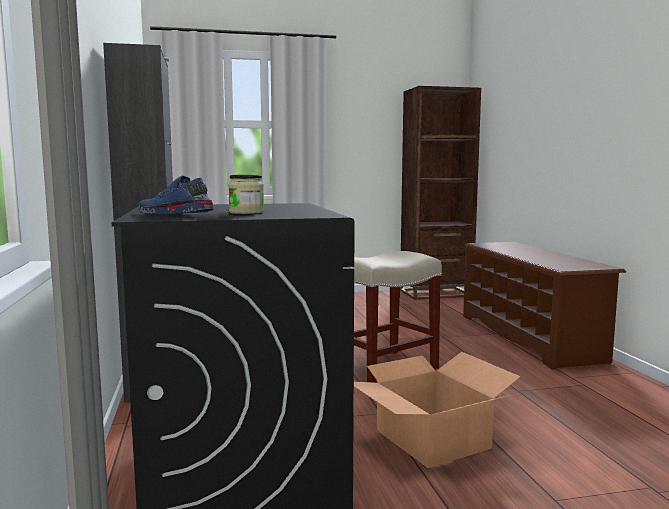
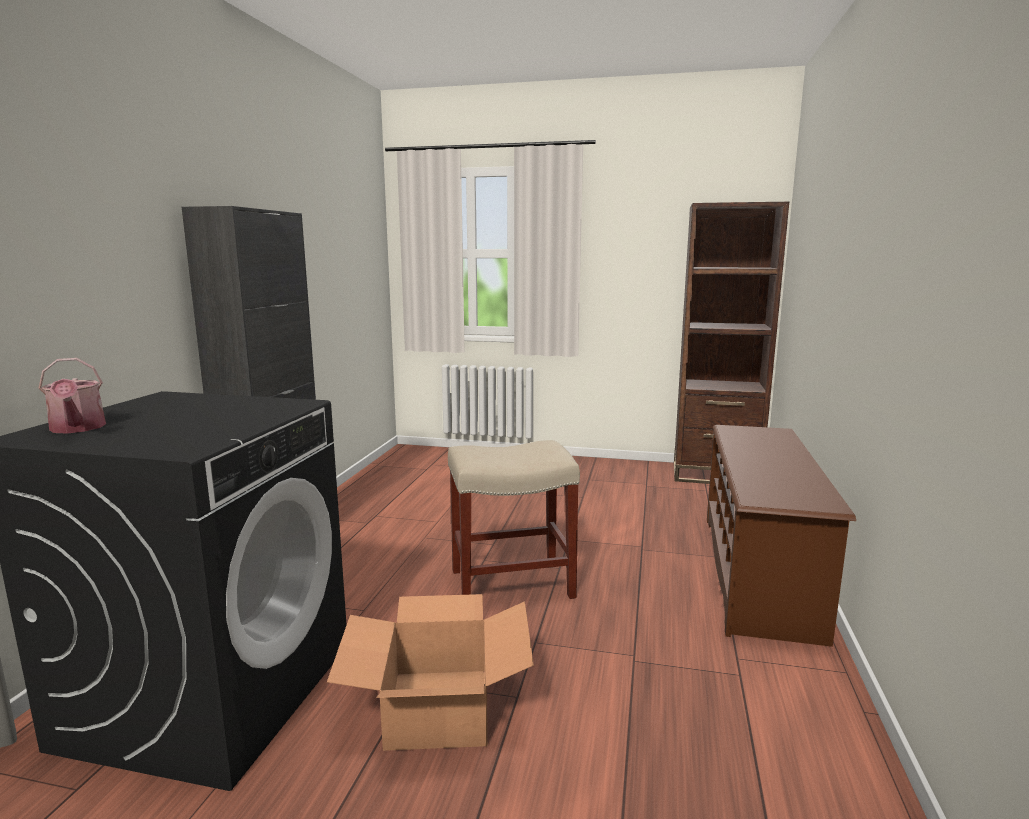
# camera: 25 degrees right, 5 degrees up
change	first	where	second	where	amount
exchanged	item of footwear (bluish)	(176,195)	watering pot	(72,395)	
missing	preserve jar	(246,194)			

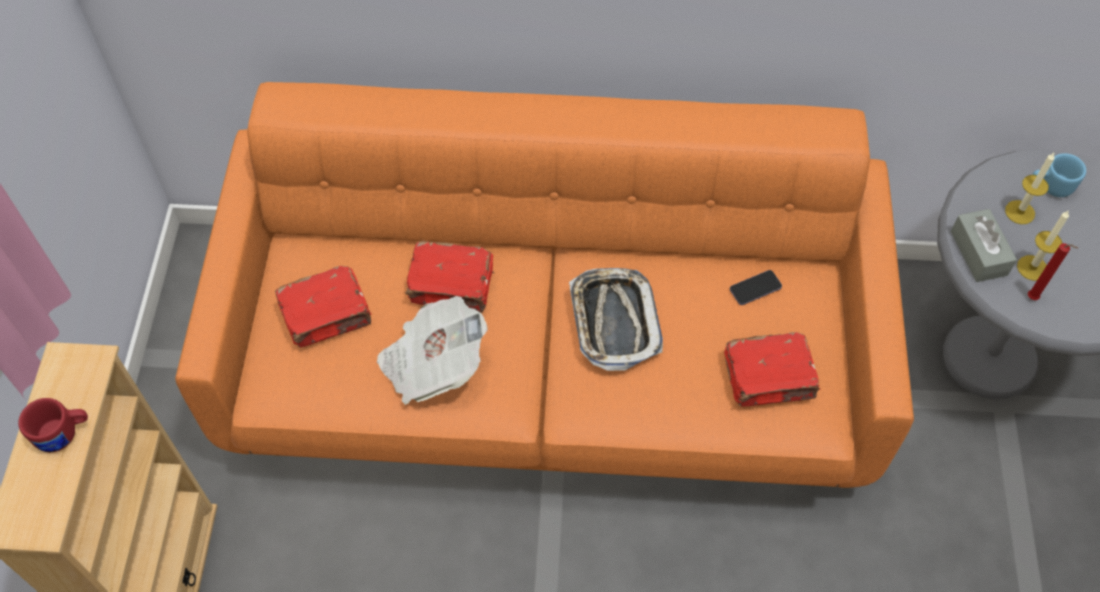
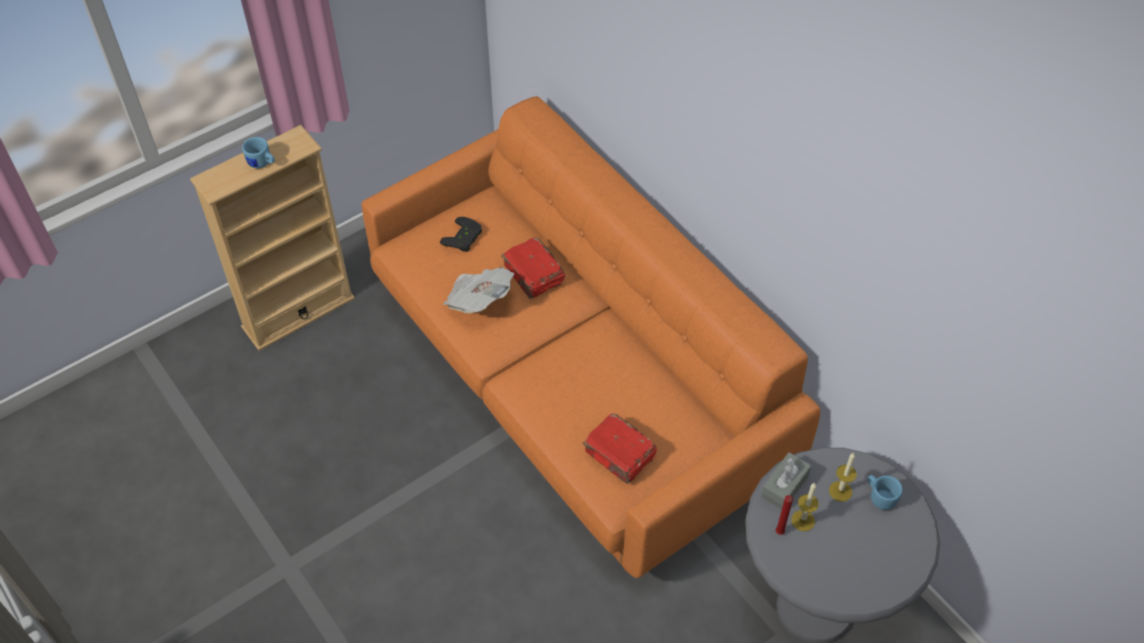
# camera: 50 degrees right, 5 degrees down
change	first	where	second	where	amount
colour	tea mug (reddish)	(53,425)	tea mug (bluish)	(258,152)	
exchanged	bound book (reddish)	(323,306)	joypad (black-coloured)	(461,234)	
missing	carrying tray	(616,319)			
missing	telephone	(756,287)			

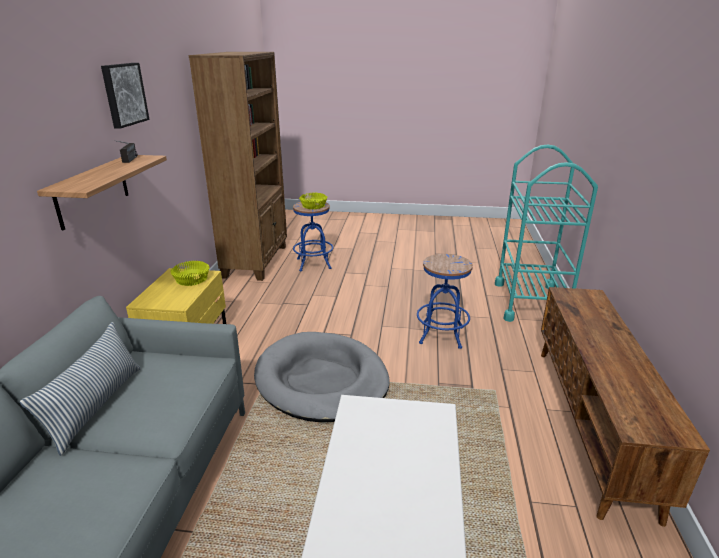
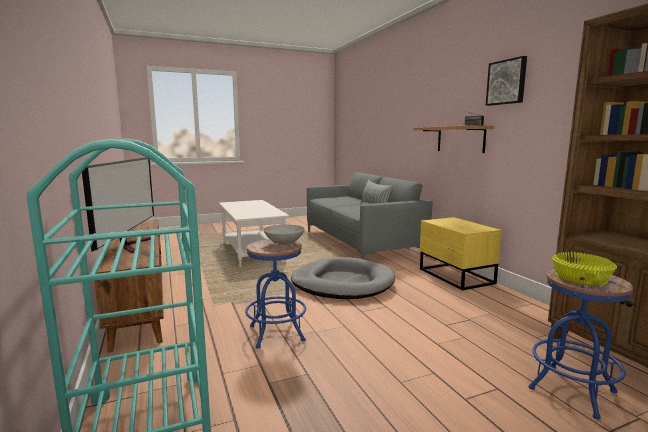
# camera: 150 degrees right, 15 degrees down
change	first	where	second	where	amount
appeared			television	(118,205)	
appeared			deep dish (gray)	(284,235)	
missing	deep dish (yellow-coloured)	(190,273)			

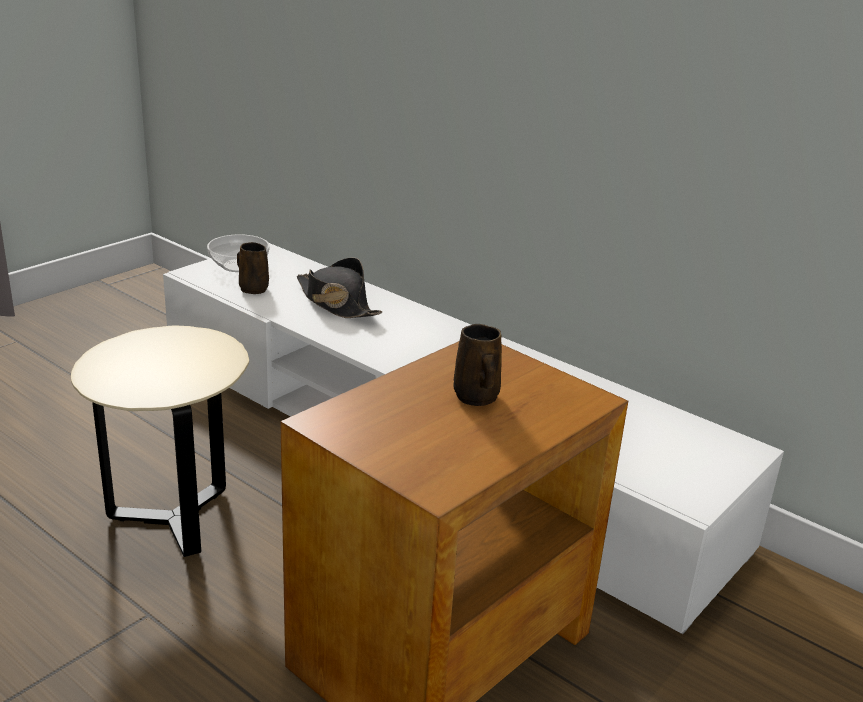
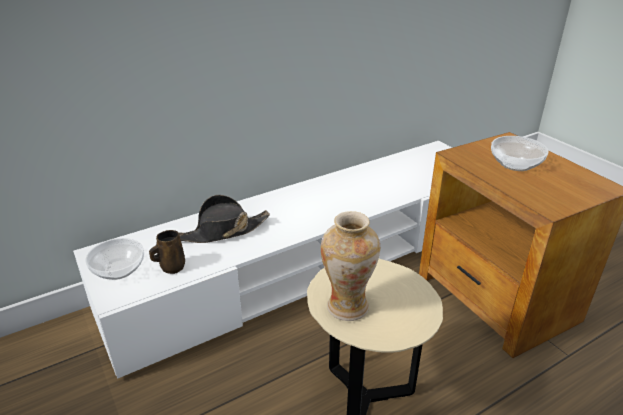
# camera: 70 degrees left, 5 degrees up
change	first	where	second	where	amount
appeared			decorative vase	(350,266)	
exchanged	tea mug (brown-coloured)	(477,365)	deep dish	(520,153)	

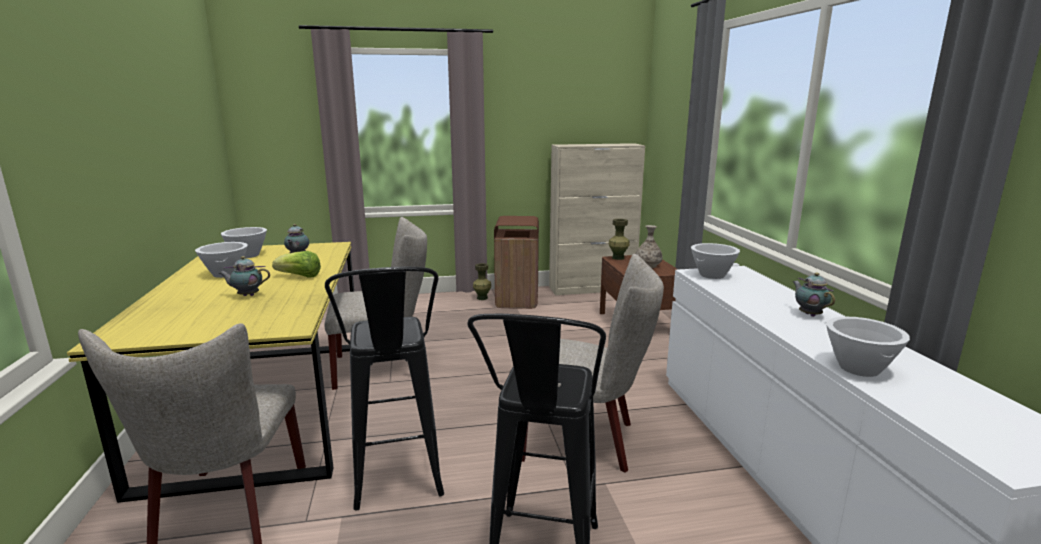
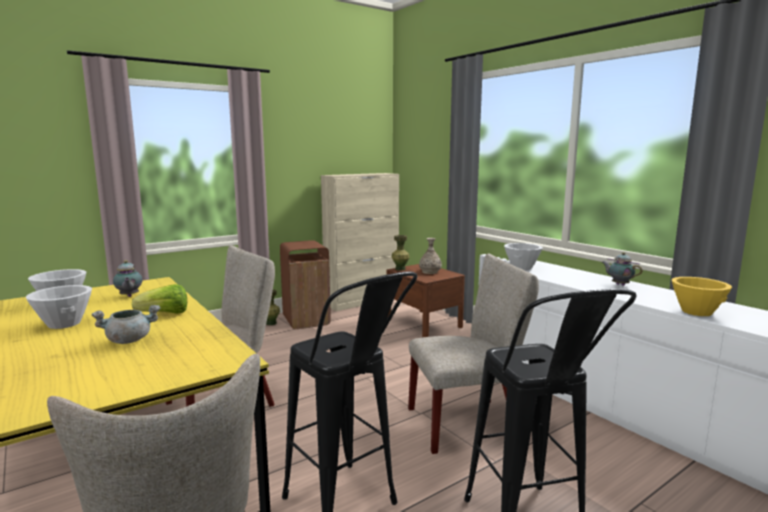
# camera: 25 degrees left, 5 degrees down
change	first	where	second	where	amount
exchanged	tea pot	(244,276)	stockpot (gray)	(126,324)	
colour	deep dish (white-coloured)	(868,347)	deep dish (yellow-coloured)	(702,296)	

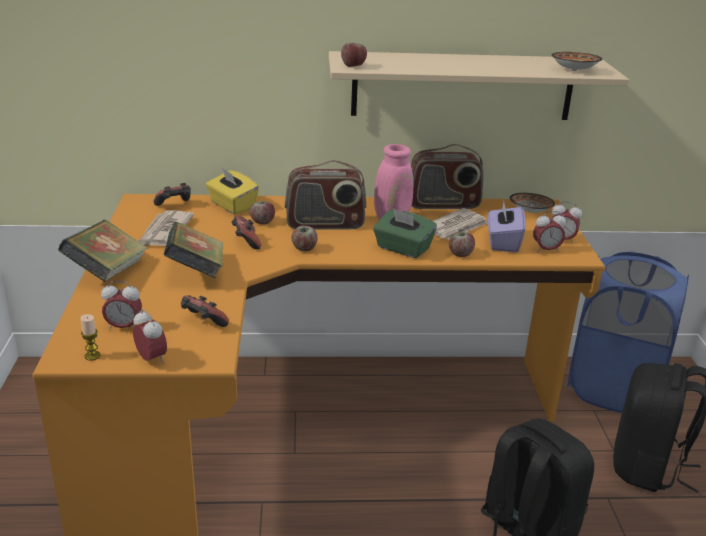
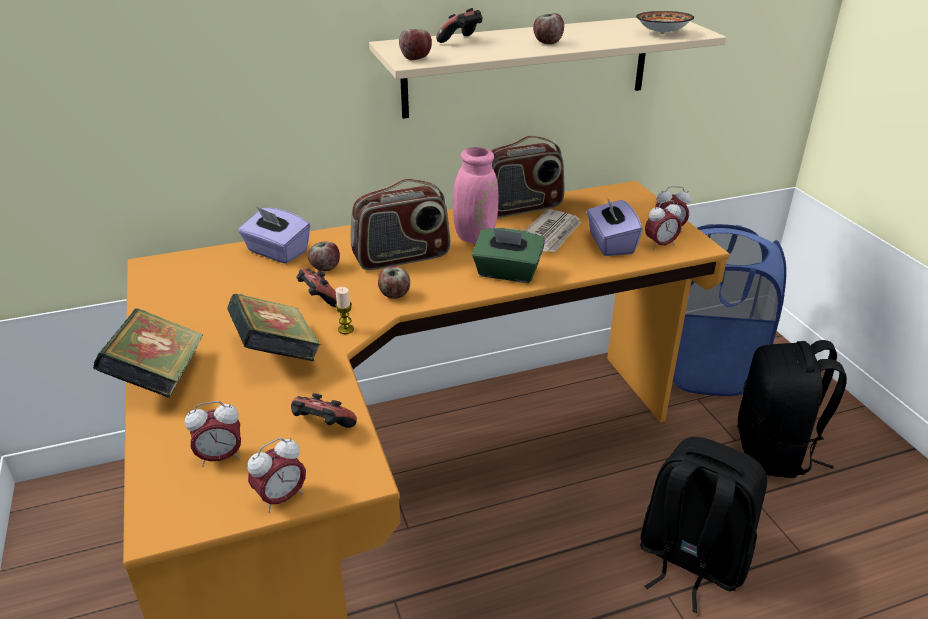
# camera: 15 degrees left, 5 degrees up
change	first	where	second	where	amount
colour	tissue holder (yellow-coloured)	(232,191)	tissue holder (purplish)	(274,235)	
spun	table clock	(150,336)		(277,475)	105 degrees clockwise
relocated	wax light	(90,337)		(344,310)	
relocated	joypad	(172,194)		(459,25)	
relocated	apple	(462,244)		(548,28)	
missing	daily paper	(166,228)			
missing	deep dish	(532,203)			

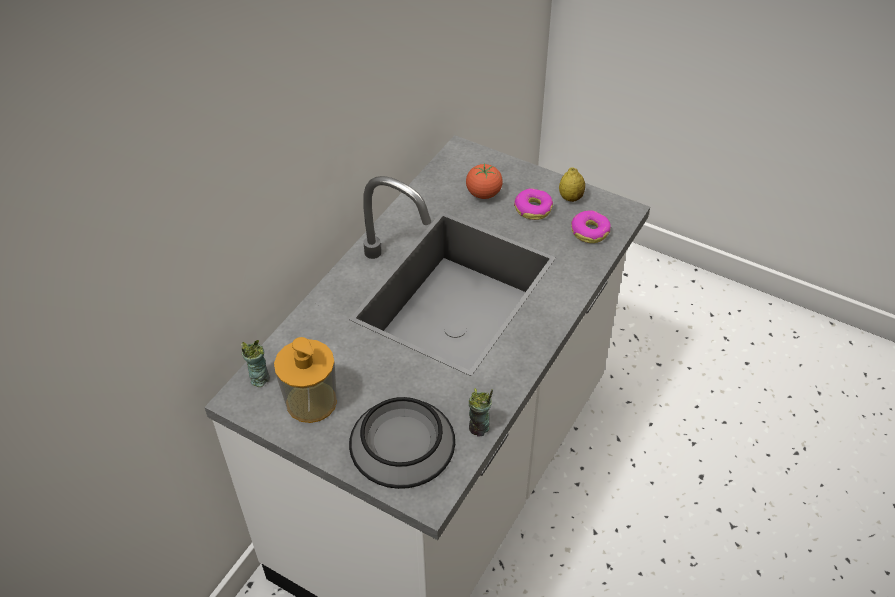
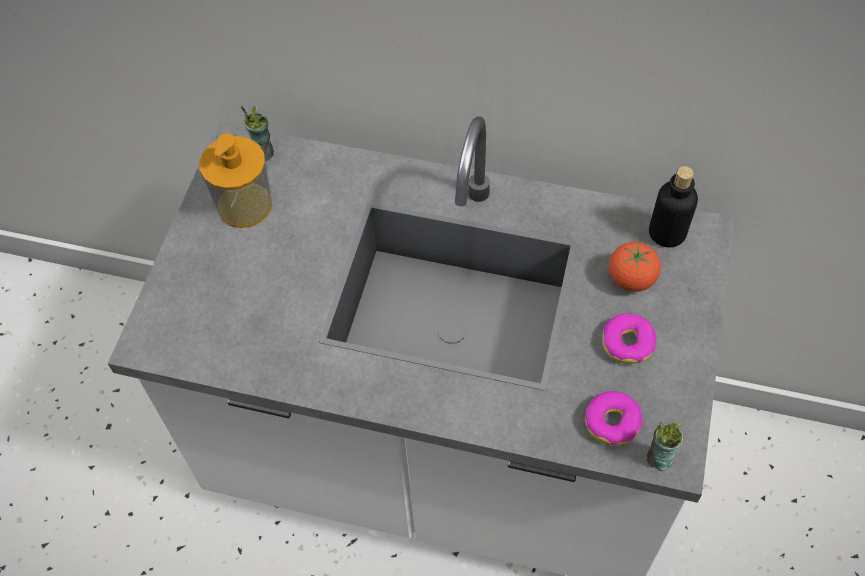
# camera: 75 degrees right, 10 degrees up
change	first	where	second	where	amount
relocated	cup	(481,412)		(665,446)	
appeared			bottle	(673,206)	
missing	deep dish	(402,443)			
missing	whole lemon	(572,184)			

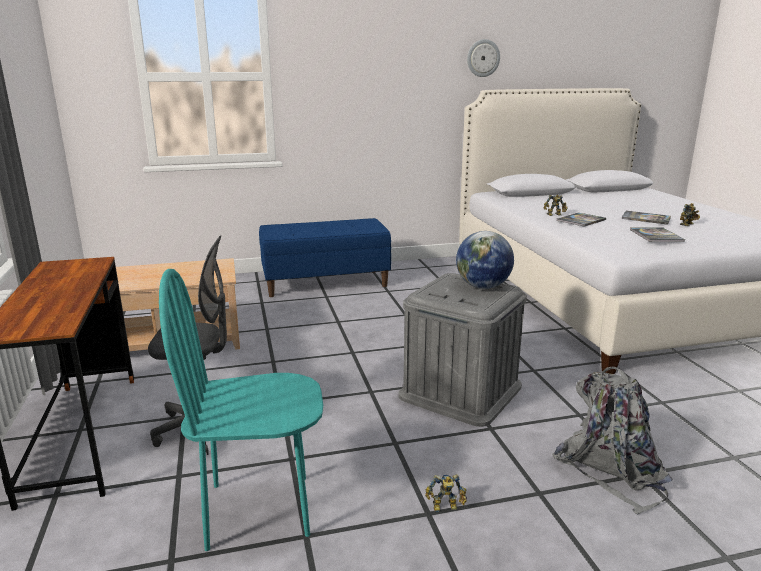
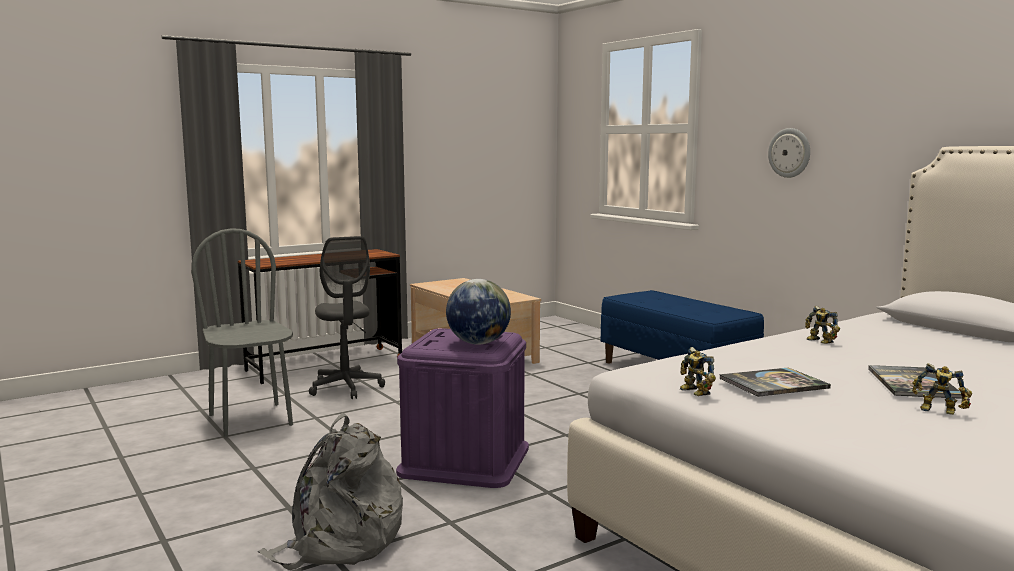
# camera: 70 degrees right, 10 degrees down
change	first	where	second	where	amount
colour	chair (blue-green)	(241,410)	chair (gray)	(242,332)	
colour	storage container (gray)	(462,350)	storage container (purplish)	(462,408)	
relocated	robot figure	(446,493)		(698,371)	
relocated	wall clock	(483,58)		(789,153)	
missing	bound book	(581,220)			

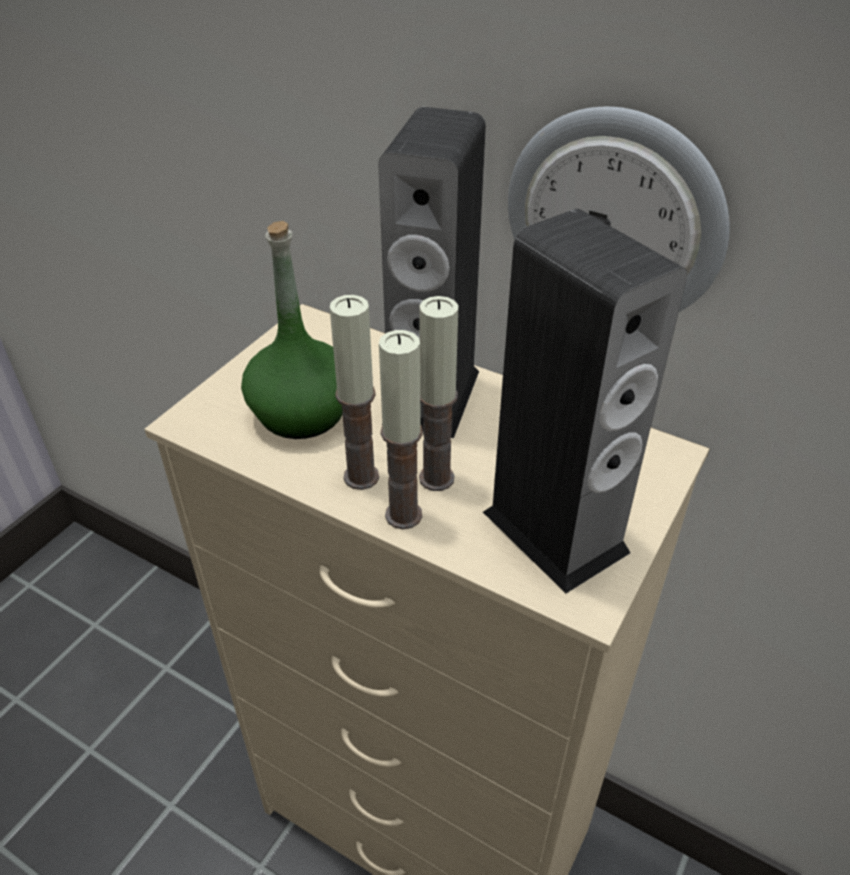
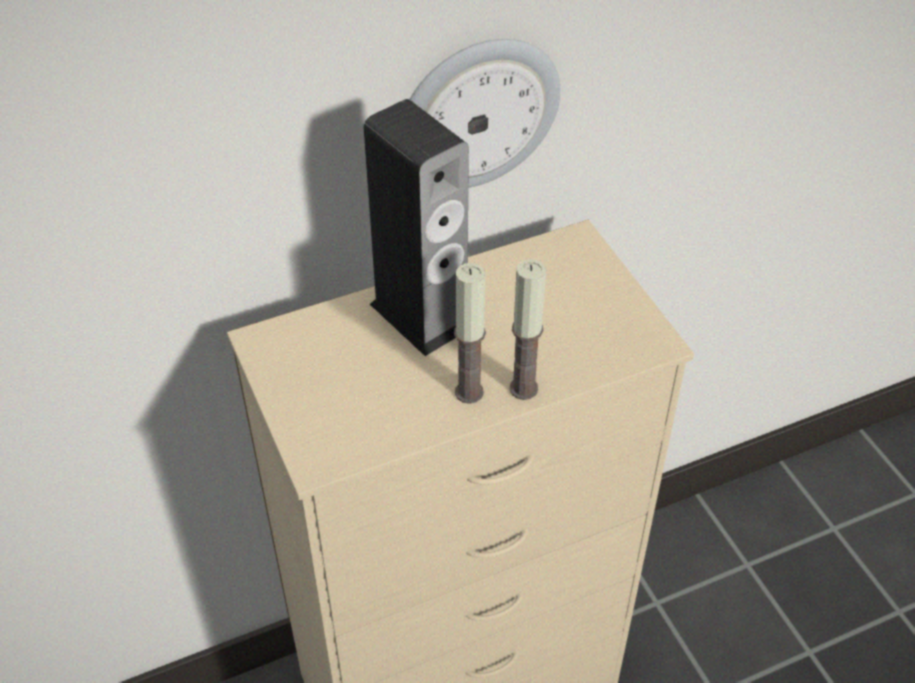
# camera: 55 degrees left, 5 degrees up
change	first	where	second	where	amount
missing	bottle (greenish)	(292,330)			
missing	wax light	(439,393)			
missing	audio speaker	(585,401)			

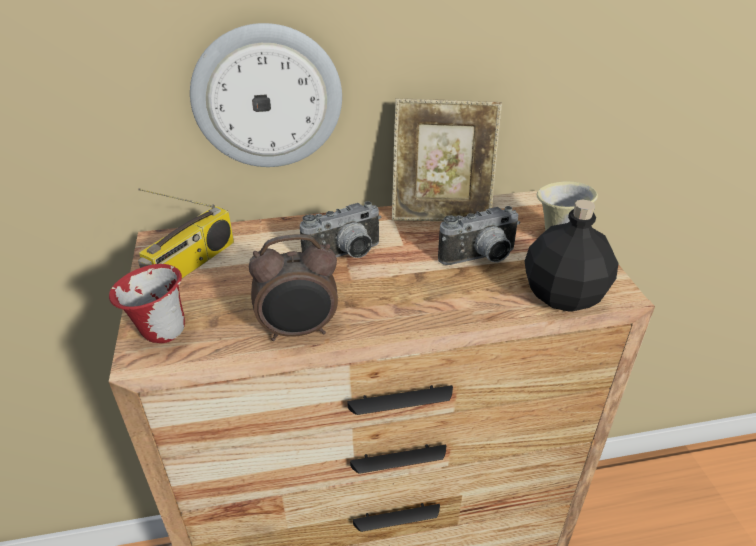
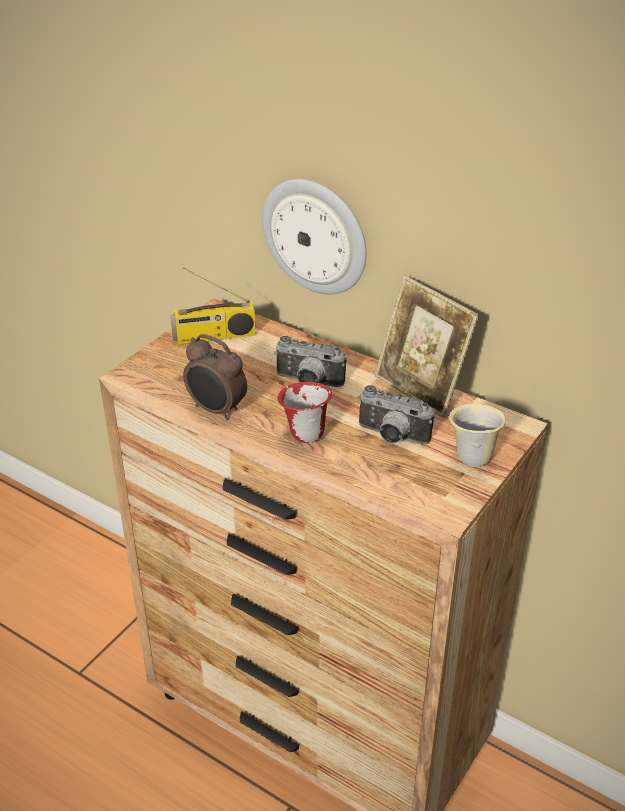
# camera: 45 degrees right, 0 degrees up
change	first	where	second	where	amount
relocated	tea mug (reddish)	(147,303)		(304,412)	
missing	bottle (black-coloured)	(572,255)			

